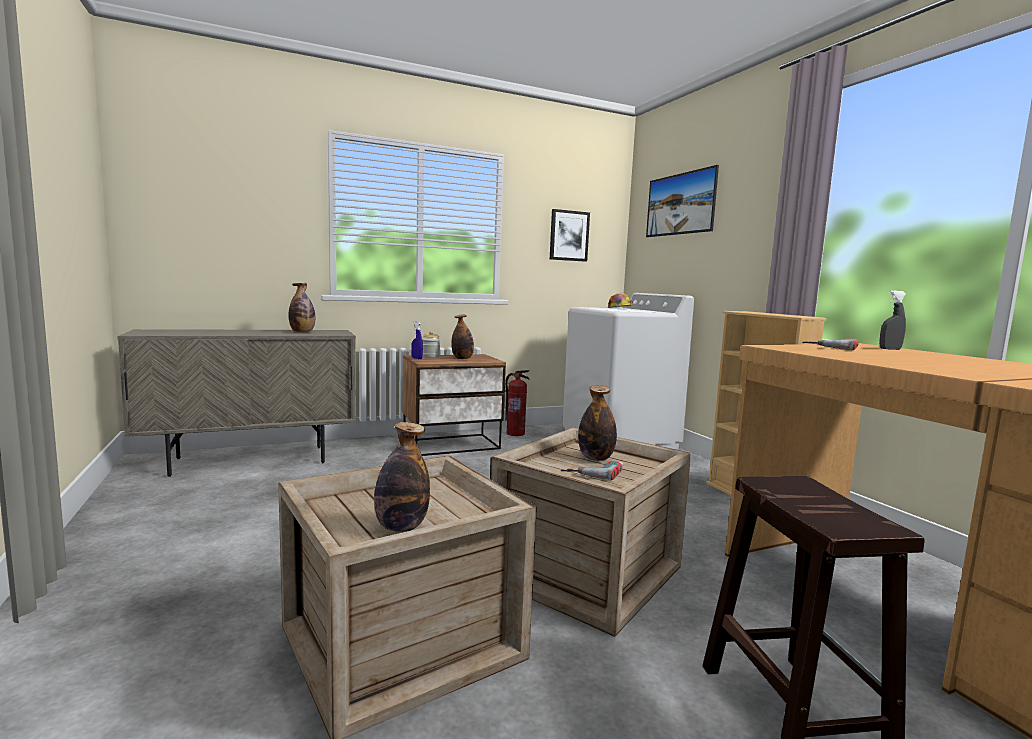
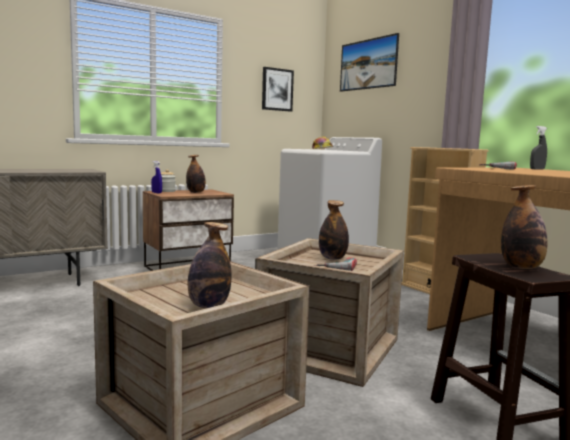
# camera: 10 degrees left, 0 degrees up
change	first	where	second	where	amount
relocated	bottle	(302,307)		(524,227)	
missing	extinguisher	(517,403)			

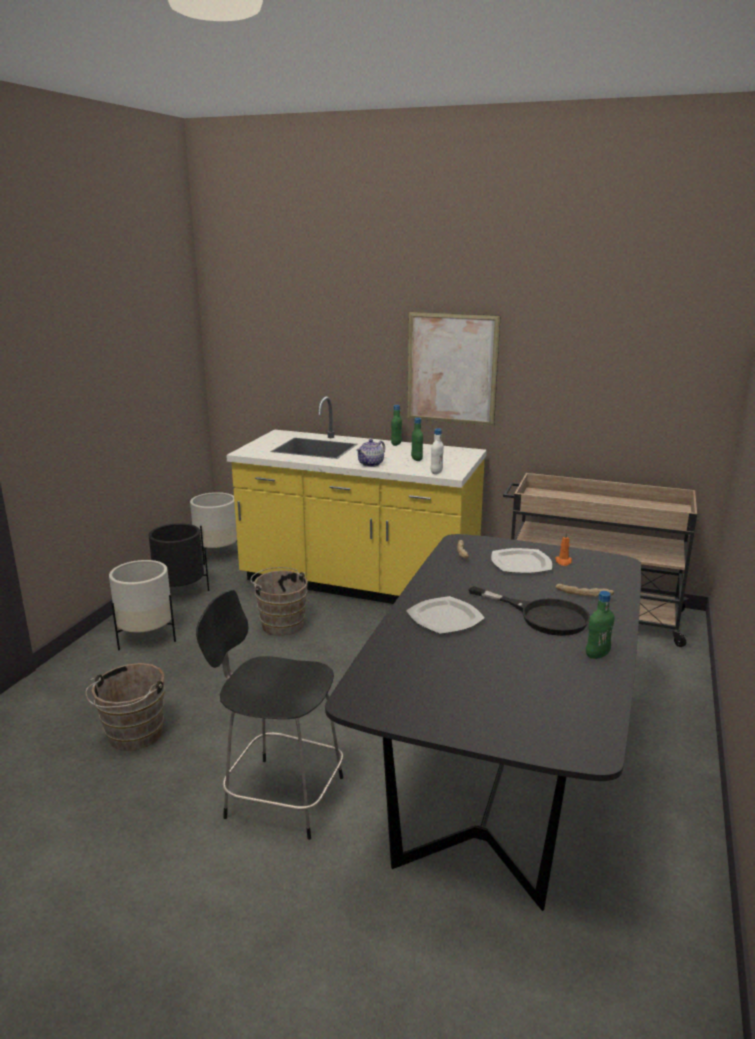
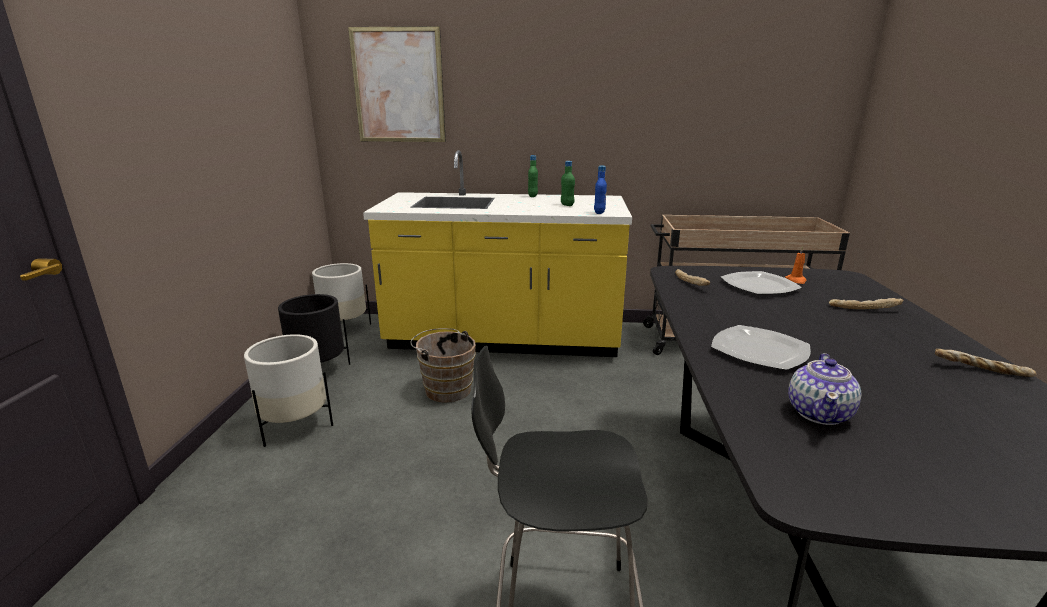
# camera: 15 degrees left, 0 degrees up
change	first	where	second	where	amount
relocated	picture	(454,369)		(397,84)	
colour	bottle (white-coloured)	(437,451)	bottle (bluish)	(600,190)	
relocated	tea pot	(370,453)		(824,389)	
exchanged	bottle (greenish)	(600,625)	baked bread	(986,363)	
missing	pail (brown-coloured)	(125,707)			
missing	frying pan (black-coloured)	(529,611)			

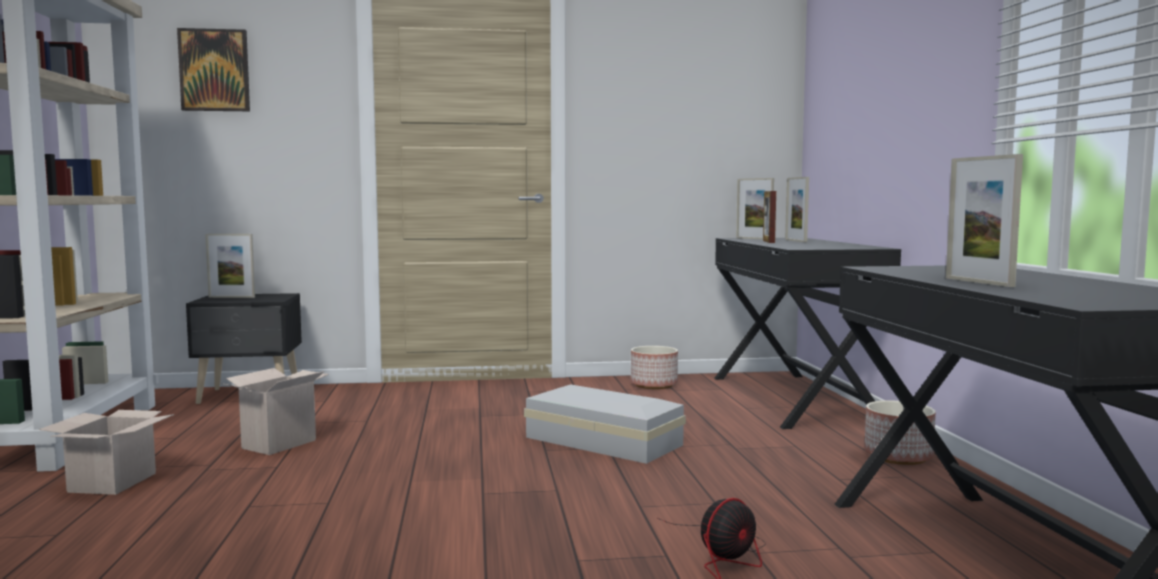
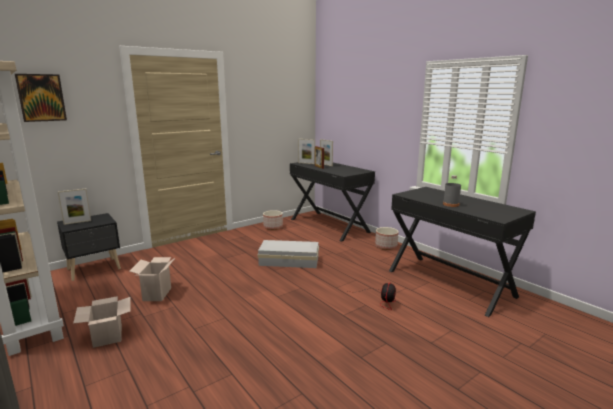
# camera: 30 degrees left, 10 degrees up
change	first	where	second	where	amount
exchanged	photo frame	(984,220)	bottle (gray)	(452,191)	

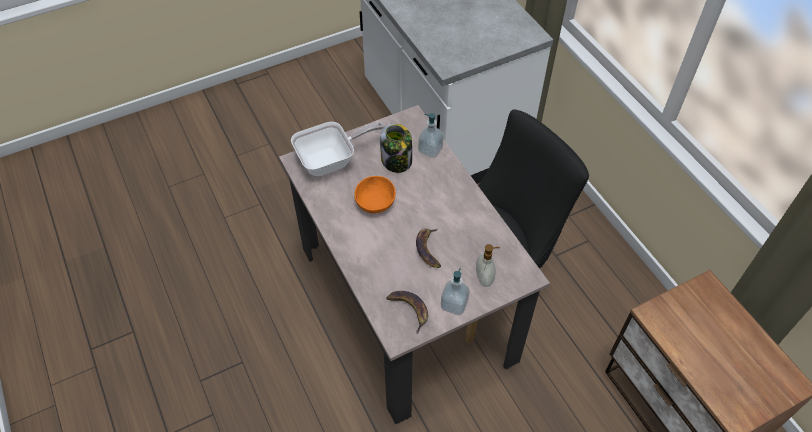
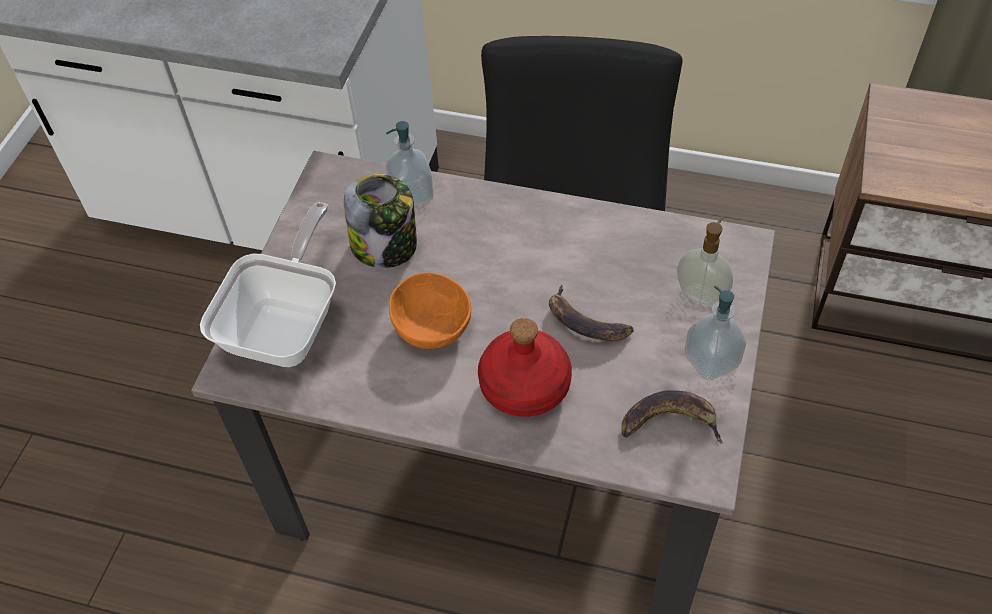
# camera: 45 degrees left, 0 degrees up
change	first	where	second	where	amount
appeared			bottle (reddish)	(525,367)	

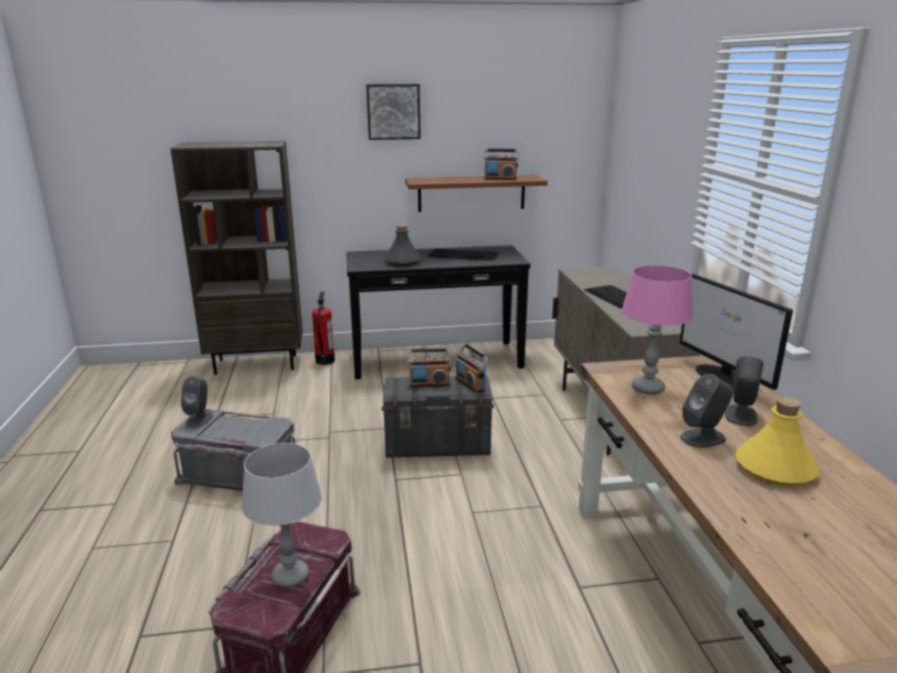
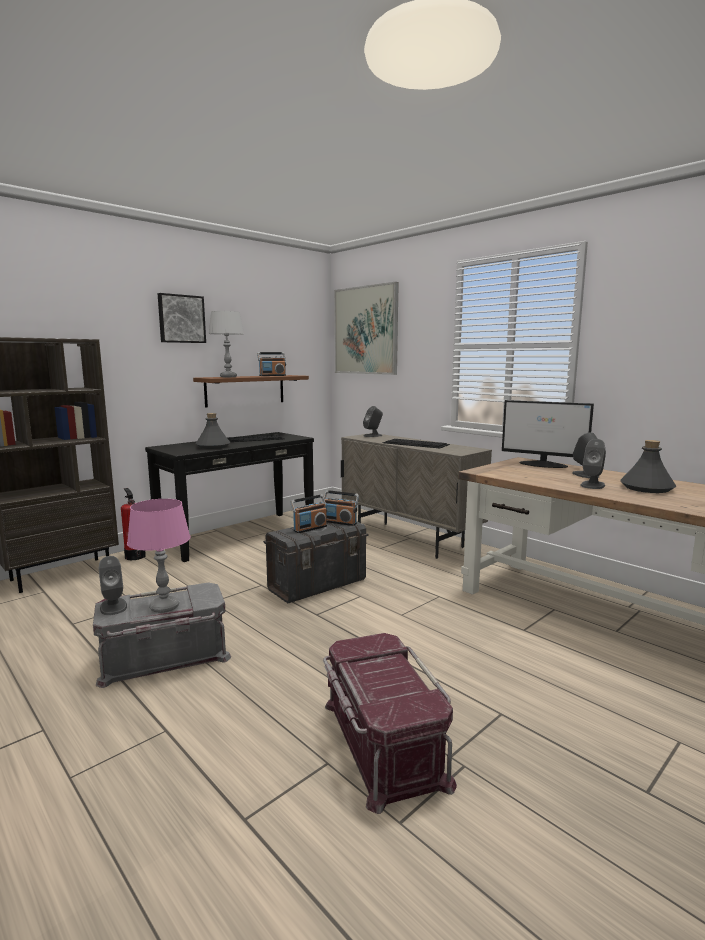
# camera: 35 degrees left, 10 degrees down
change	first	where	second	where	amount
relocated	tabletop lamp (pinkish)	(657,330)		(159,556)	
relocated	tabletop lamp (gray)	(281,515)		(226,344)	
appeared			picture	(366,328)	
appeared			audio speaker (gray)	(373,421)	
colour	bottle (yellow-coloured)	(777,441)	bottle (gray)	(648,466)	

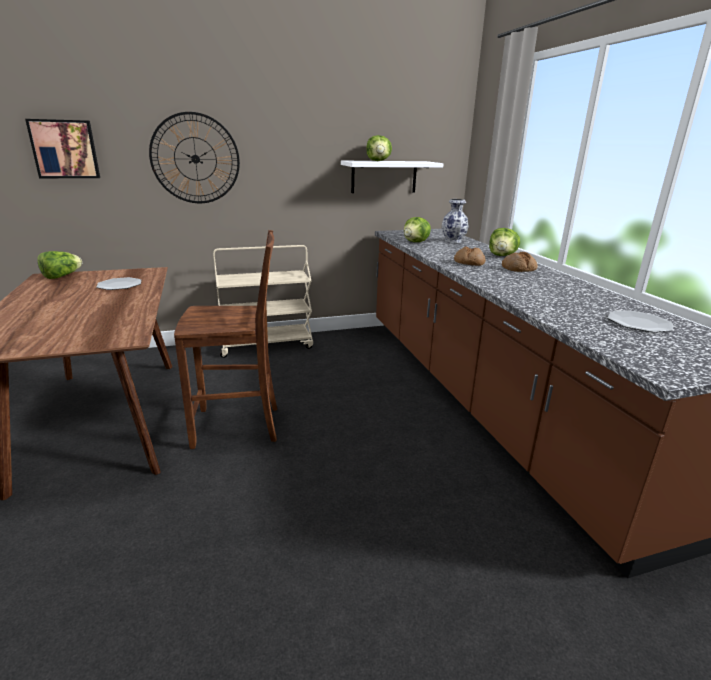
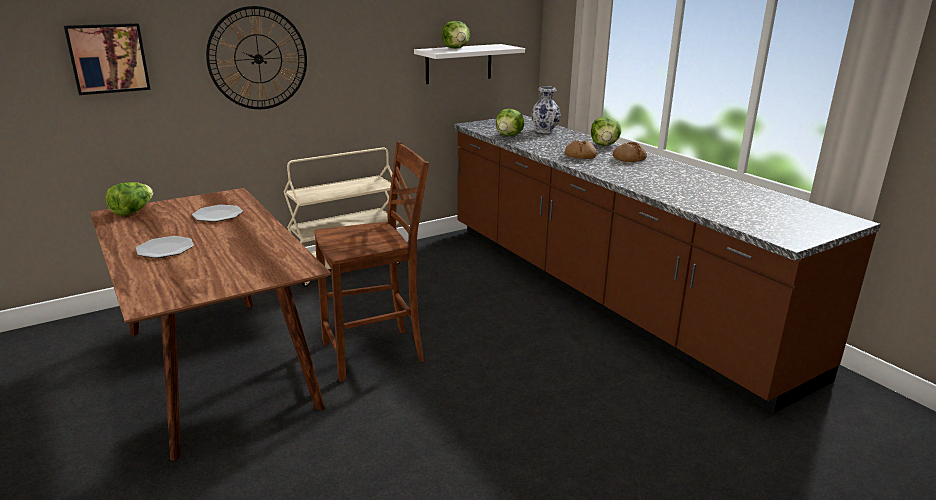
# camera: 15 degrees left, 0 degrees up
change	first	where	second	where	amount
relocated	dinner plate	(640,321)		(165,247)	

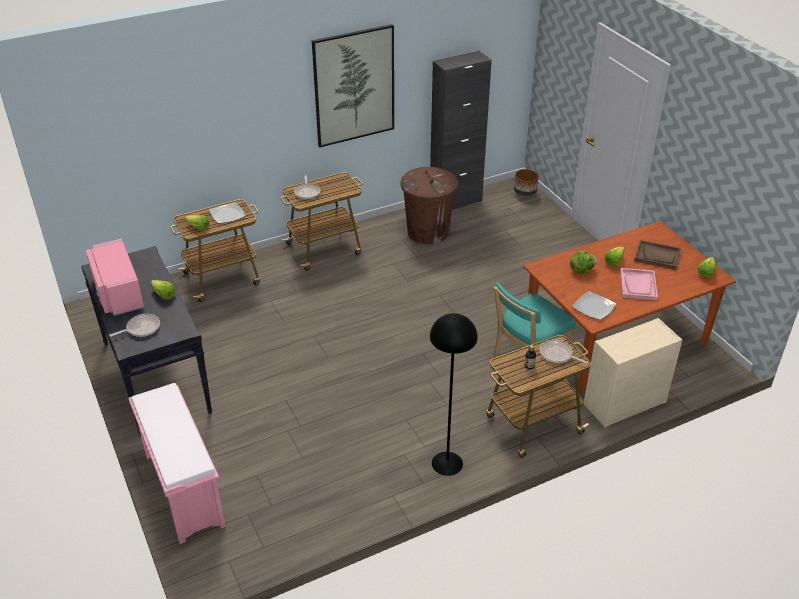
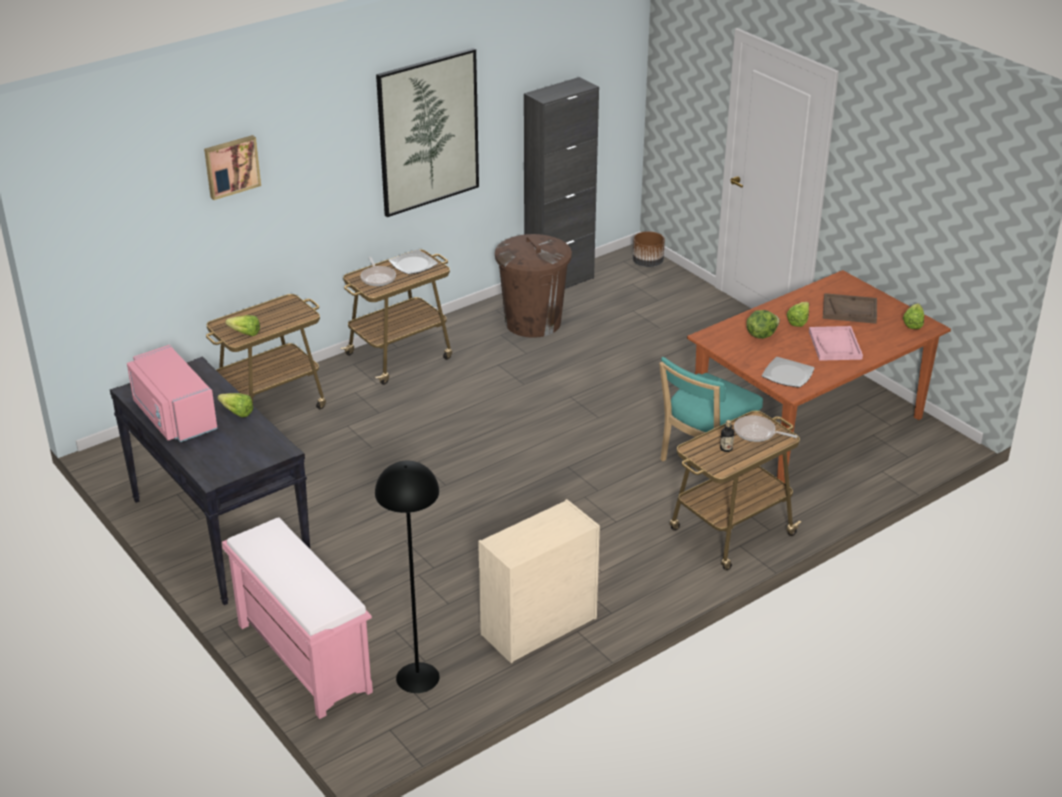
# camera: 10 degrees left, 5 degrees down
change	first	where	second	where	amount
appeared			picture	(232,167)	
relocated	standard lamp (black-coloured)	(454,394)		(407,576)	
relocated	dinner plate	(227,213)		(413,262)	
relocated	chest of drawers (beige-coloured)	(632,373)		(539,581)	
missing	frying pan	(134,325)			

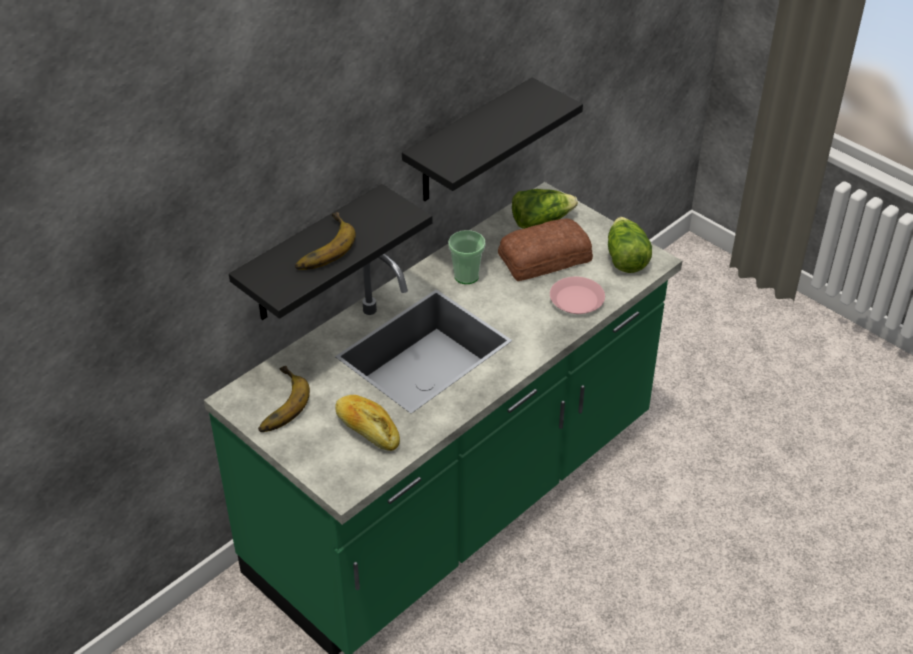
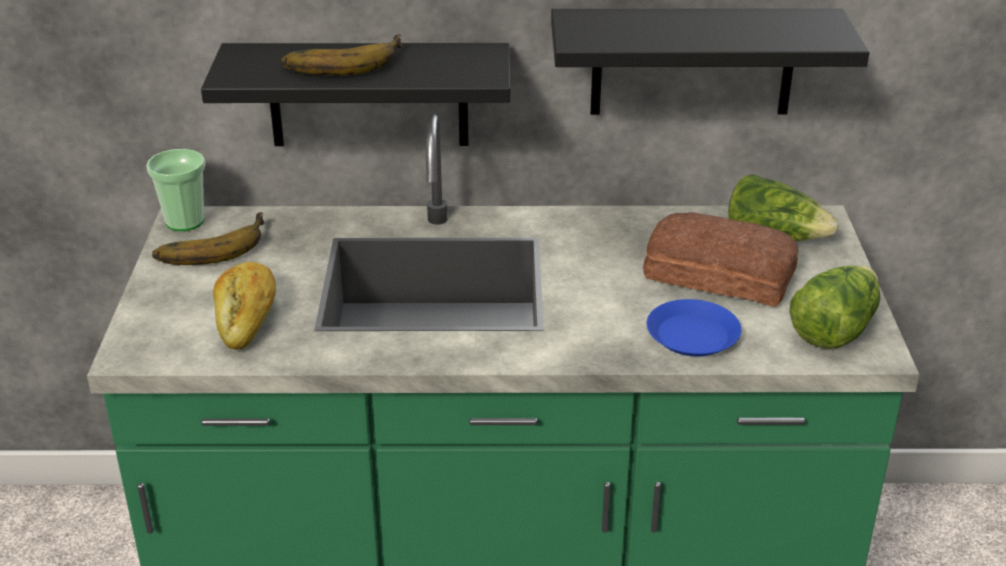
# camera: 45 degrees right, 10 degrees down
change	first	where	second	where	amount
relocated	cup	(467,257)		(175,190)	
colour	dinner plate (pinkish)	(577,295)	dinner plate (bluish)	(694,327)	

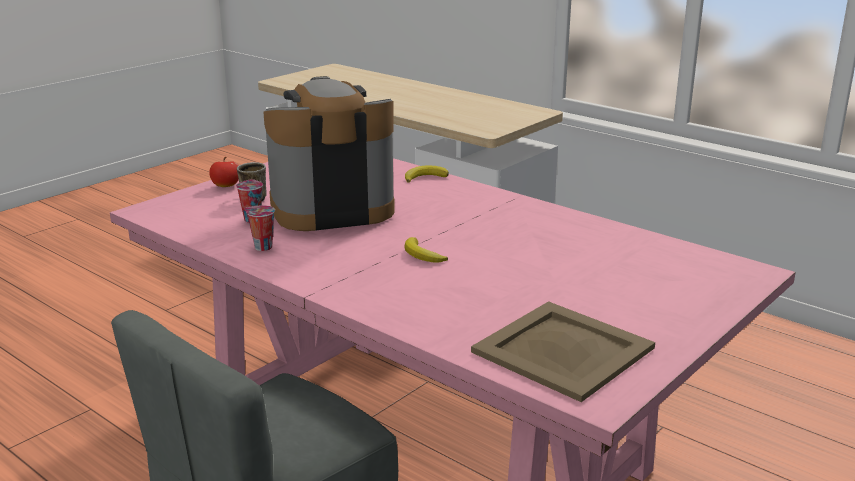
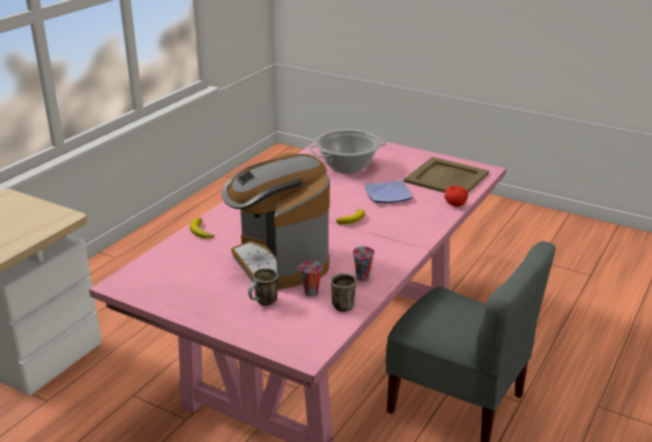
# camera: 100 degrees left, 5 degrees up
change	first	where	second	where	amount
appeared			stockpot	(347,151)	
appeared			tea mug	(343,292)	
appeared			dinner plate	(388,191)	
relocated	apple	(224,172)		(456,196)	

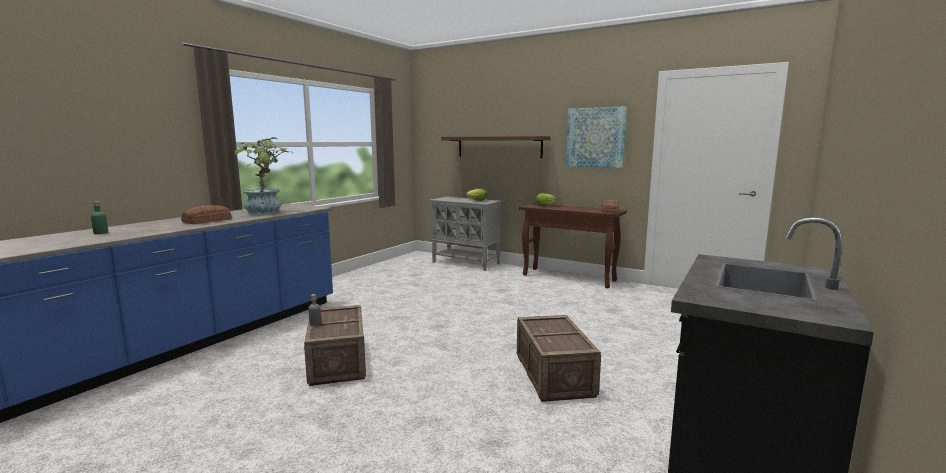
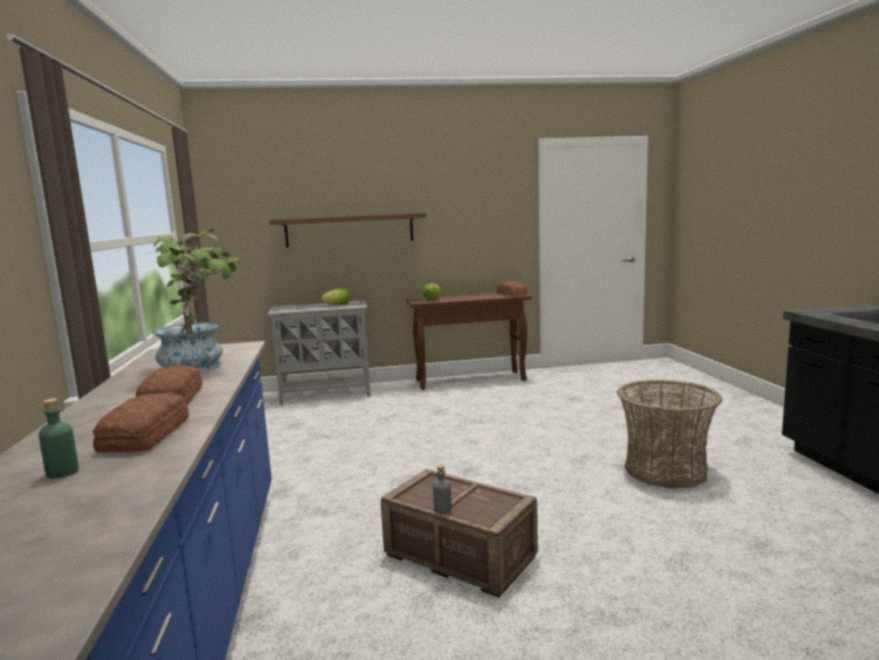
# camera: 40 degrees left, 0 degrees up
change	first	where	second	where	amount
appeared			baked bread	(141,423)	
exchanged	packing crate	(559,358)	basket	(669,434)	
missing	picture	(596,137)			

